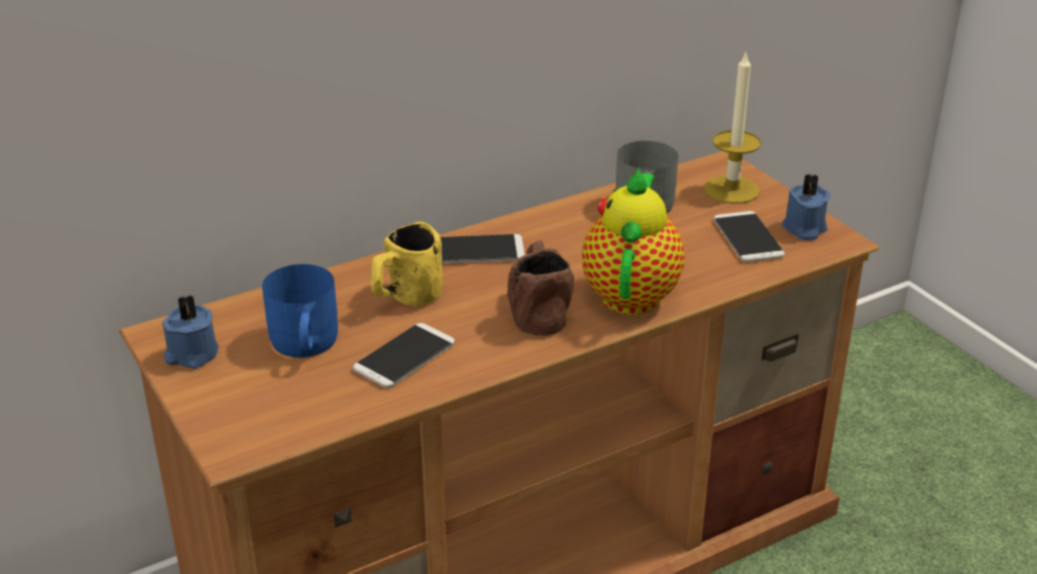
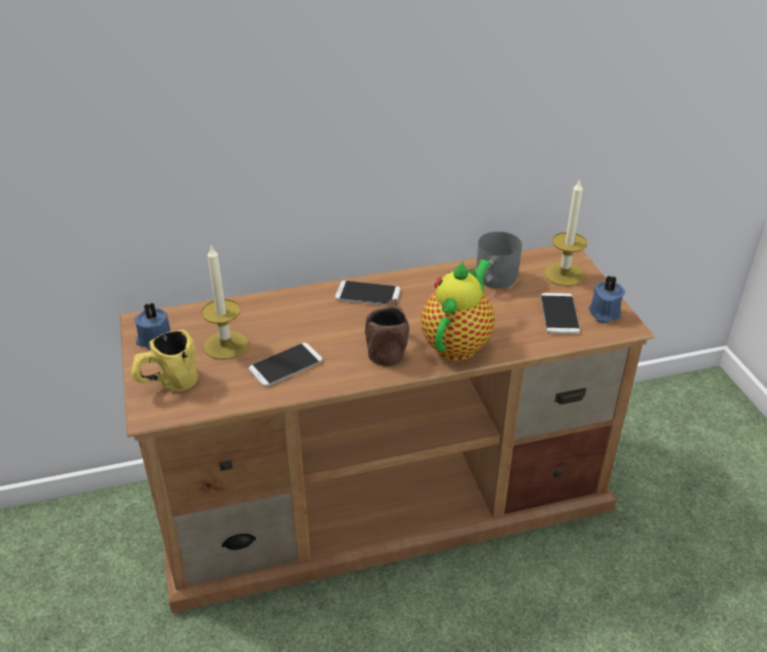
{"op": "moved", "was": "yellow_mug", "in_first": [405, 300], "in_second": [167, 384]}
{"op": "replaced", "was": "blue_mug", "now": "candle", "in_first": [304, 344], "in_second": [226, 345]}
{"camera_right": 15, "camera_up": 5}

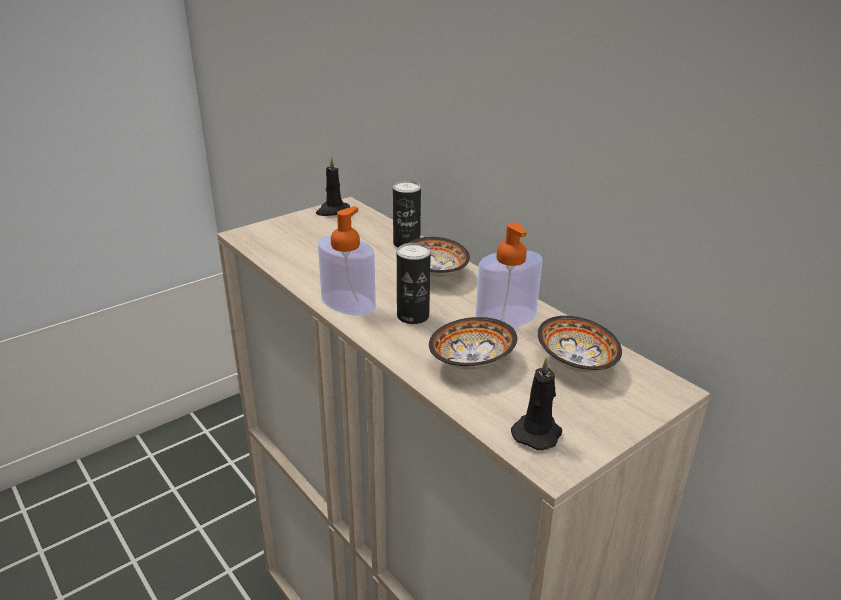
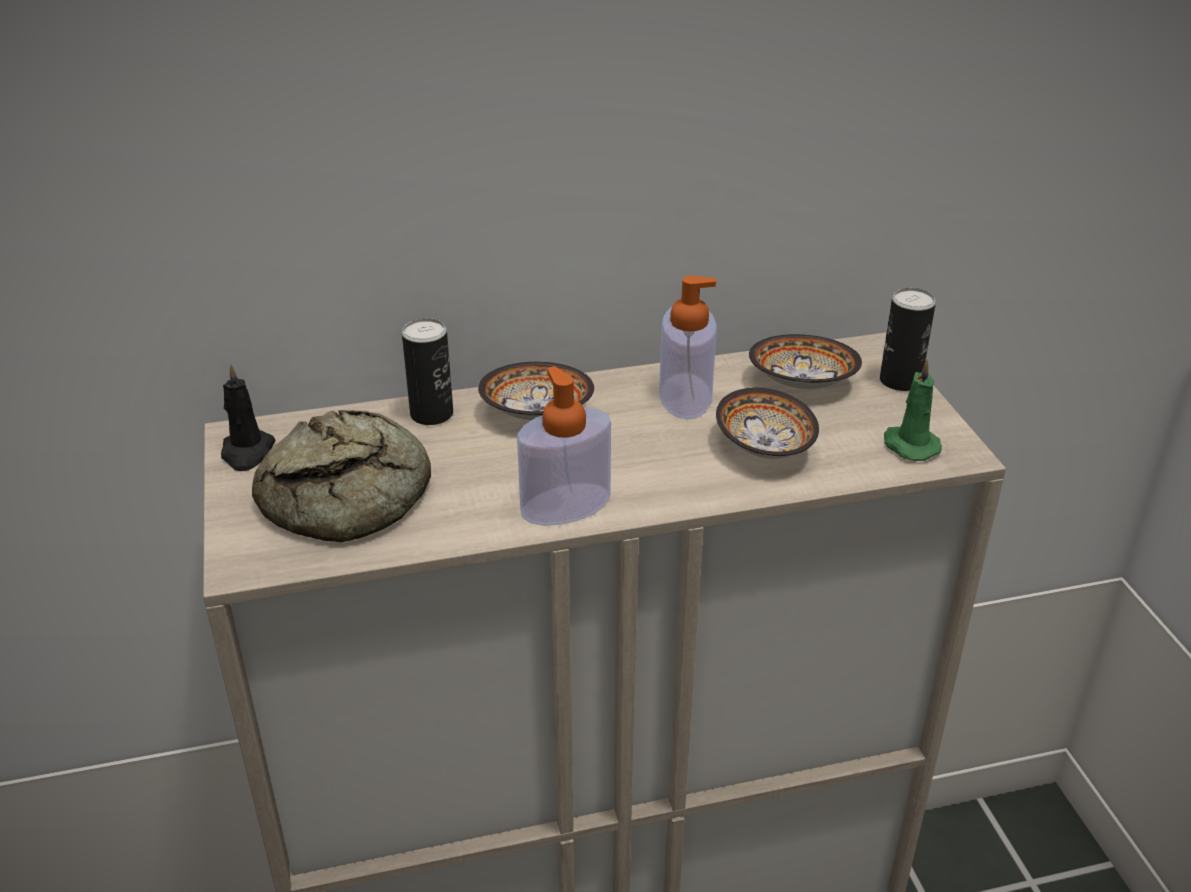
{"op": "added", "now": "bread", "in_second": [352, 494]}
{"op": "moved", "was": "can", "in_first": [413, 316], "in_second": [900, 381]}
{"op": "recoloured", "was": "black_candle", "now": "green_candle", "in_first": [537, 432], "in_second": [909, 445]}
{"camera_right": -65, "camera_up": 5}

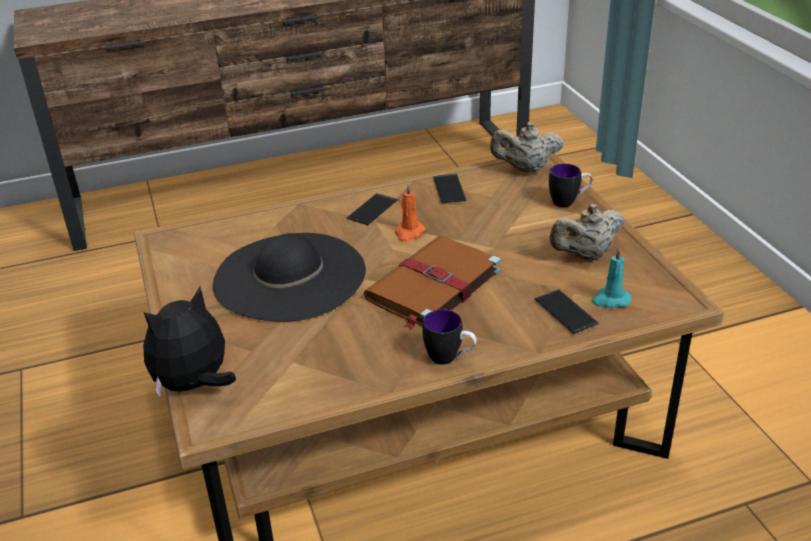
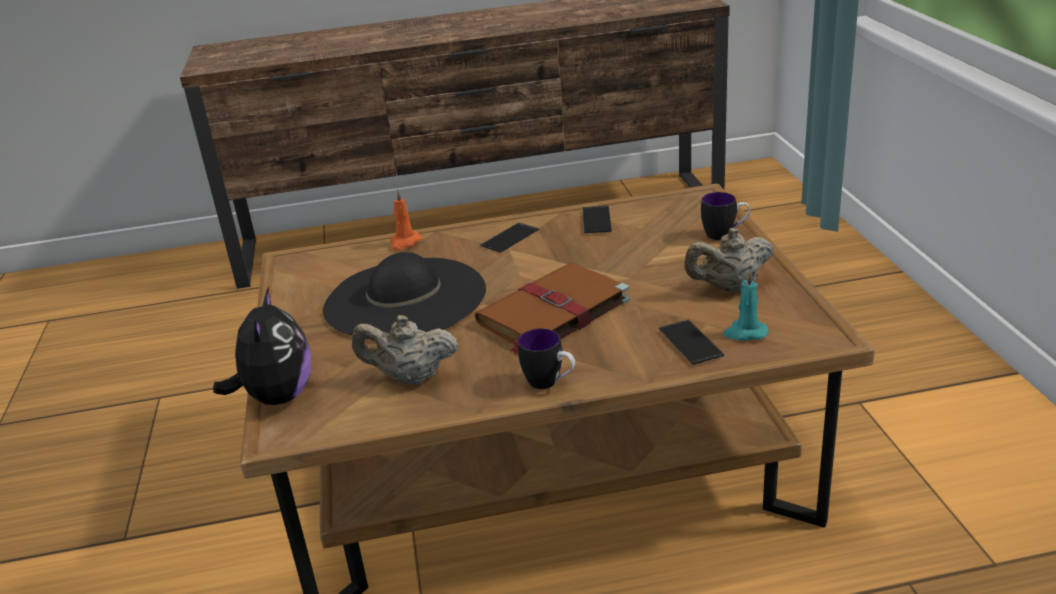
{"op": "turned", "was": "plush_toy", "in_first": [194, 385], "in_second": [277, 397], "clockwise": 120}
{"op": "moved", "was": "beige_teapot", "in_first": [525, 169], "in_second": [410, 378]}
{"op": "moved", "was": "orange_candle", "in_first": [409, 233], "in_second": [404, 242]}
{"camera_right": 10, "camera_up": -5}

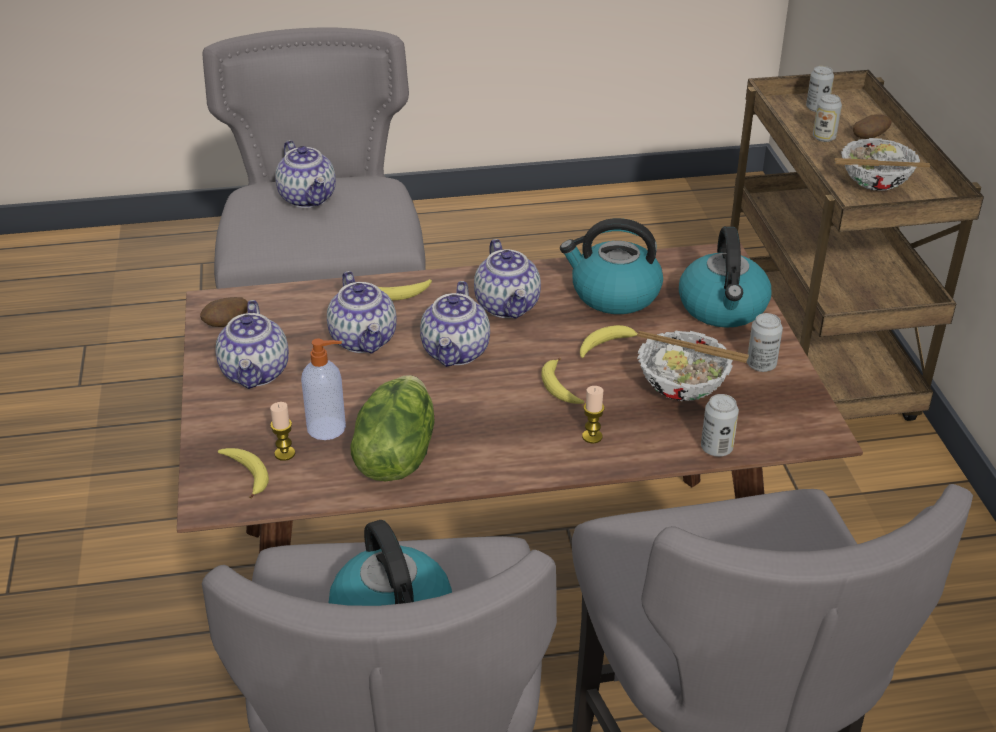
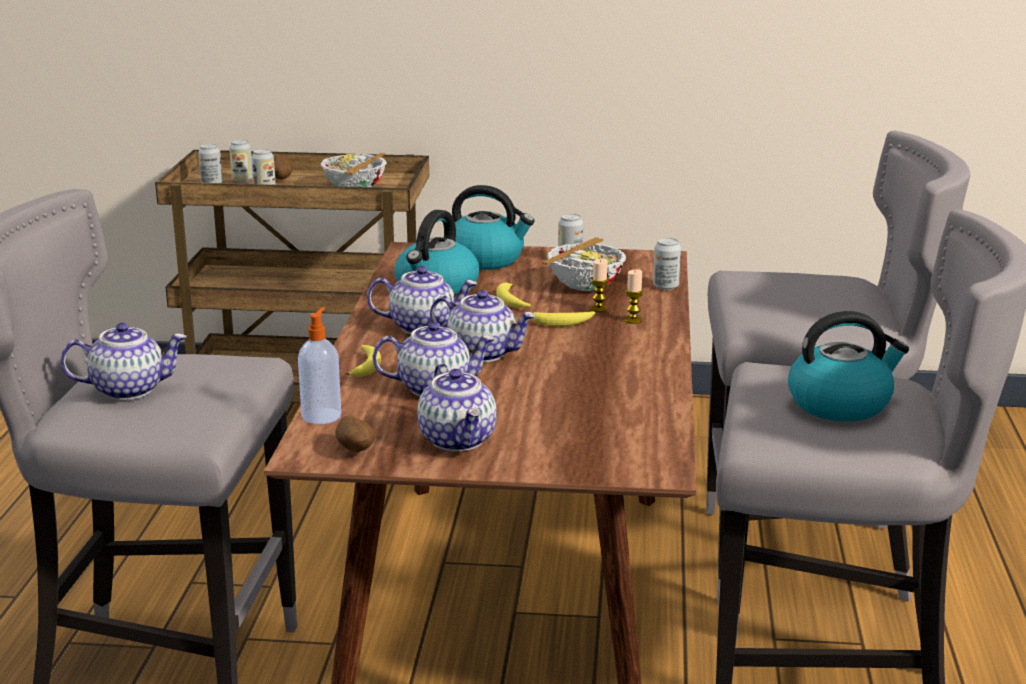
{"op": "added", "now": "can", "in_second": [242, 179]}
{"op": "moved", "was": "soap_dispenser", "in_first": [328, 428], "in_second": [322, 415]}
{"op": "turned", "was": "teapot", "in_first": [256, 373], "in_second": [459, 440], "clockwise": 60}
{"op": "moved", "was": "candle", "in_first": [285, 453], "in_second": [599, 309]}
{"op": "removed", "was": "banana", "in_first": [247, 474]}
{"op": "removed", "was": "lettuce", "in_first": [395, 455]}
{"camera_right": -75, "camera_up": -15}

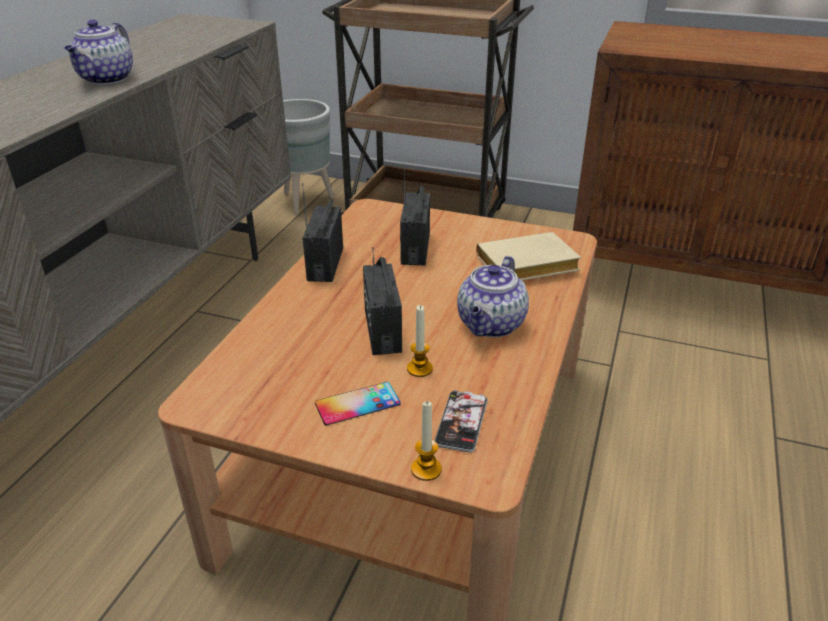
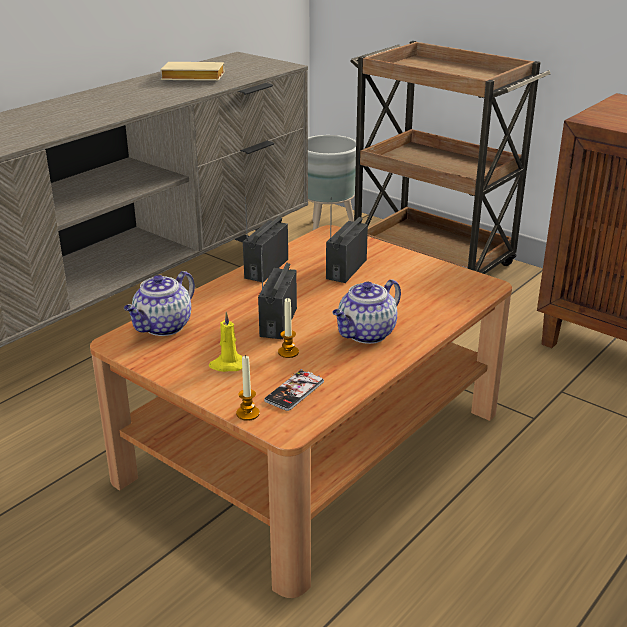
{"op": "moved", "was": "teapot", "in_first": [106, 79], "in_second": [163, 327]}
{"op": "moved", "was": "beige_book", "in_first": [525, 267], "in_second": [191, 78]}
{"op": "replaced", "was": "phone", "now": "yellow_candle", "in_first": [357, 404], "in_second": [227, 365]}
{"camera_right": 20, "camera_up": -5}

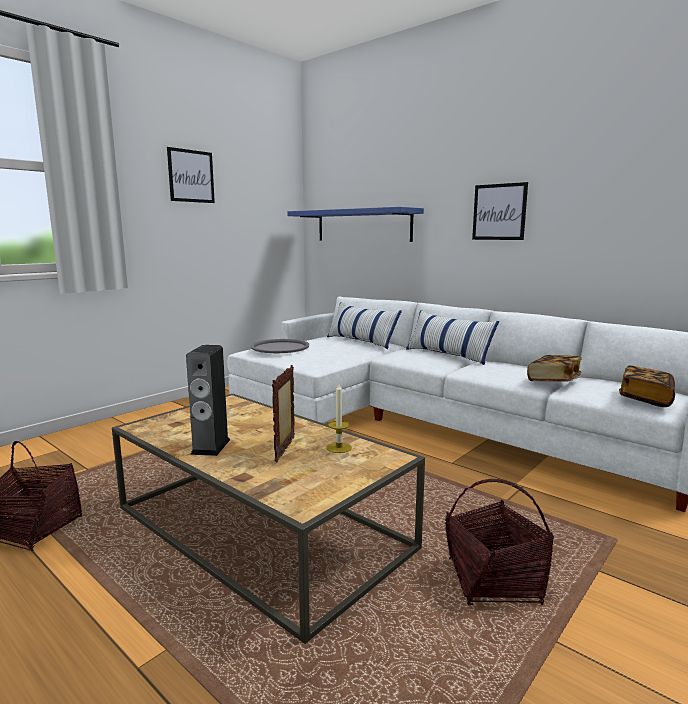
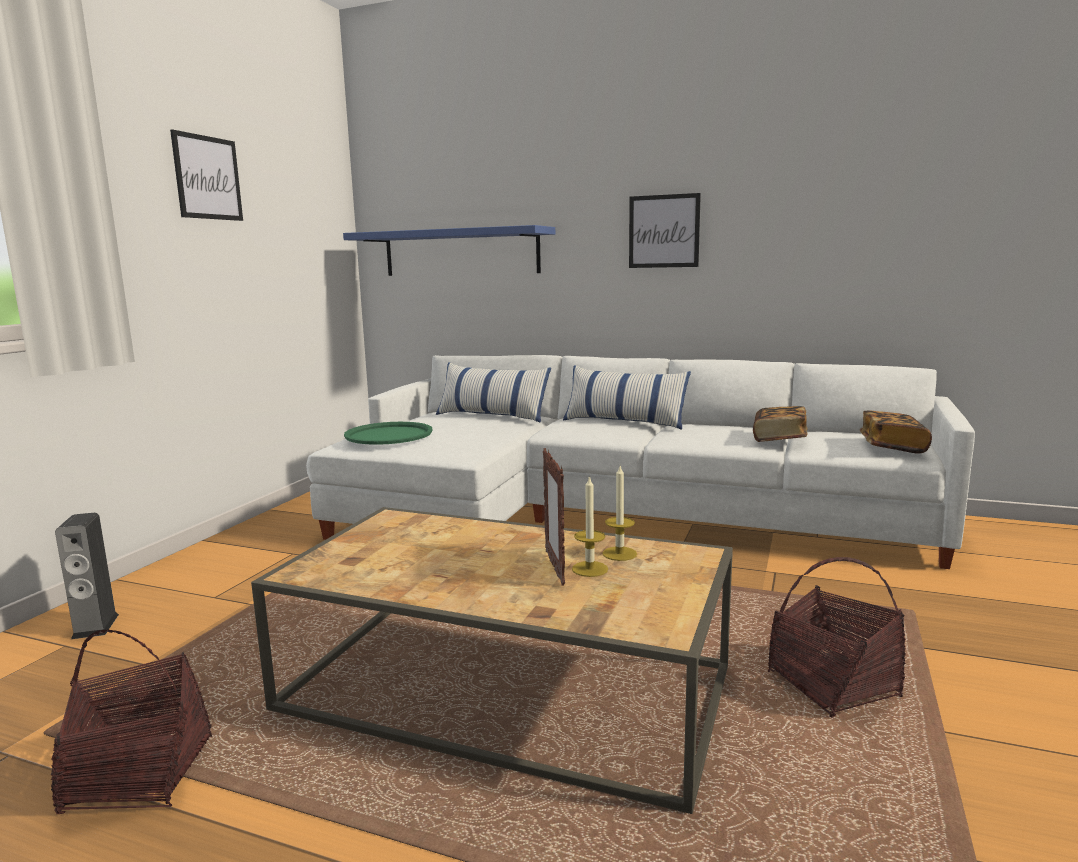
{"op": "moved", "was": "speaker", "in_first": [211, 446], "in_second": [95, 626]}
{"op": "recoloured", "was": "grey_tray", "now": "green_tray", "in_first": [280, 347], "in_second": [389, 435]}
{"op": "added", "now": "candle", "in_second": [590, 569]}
{"camera_right": -20, "camera_up": 0}

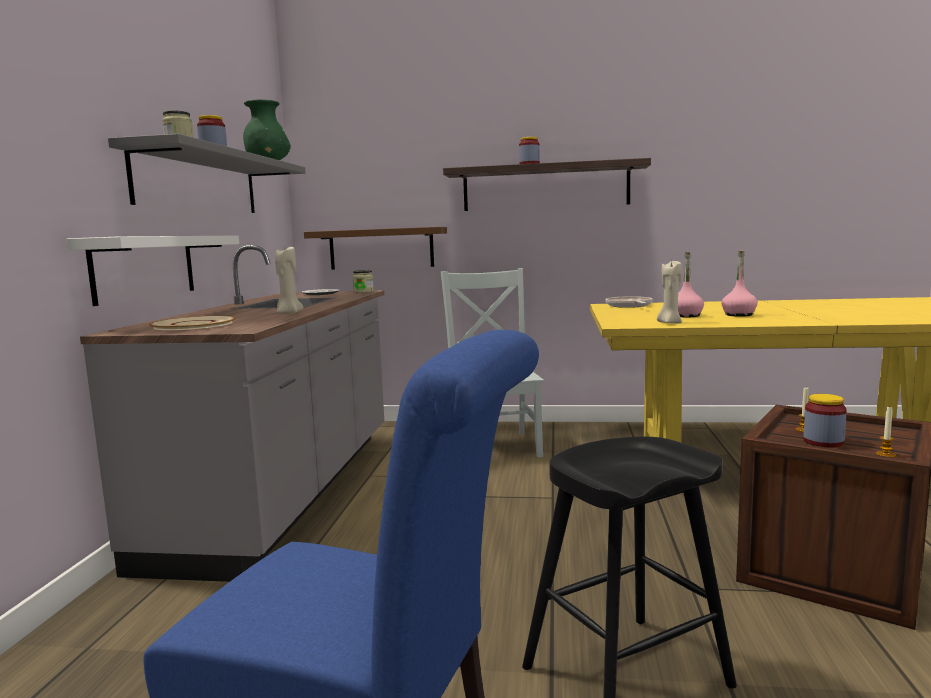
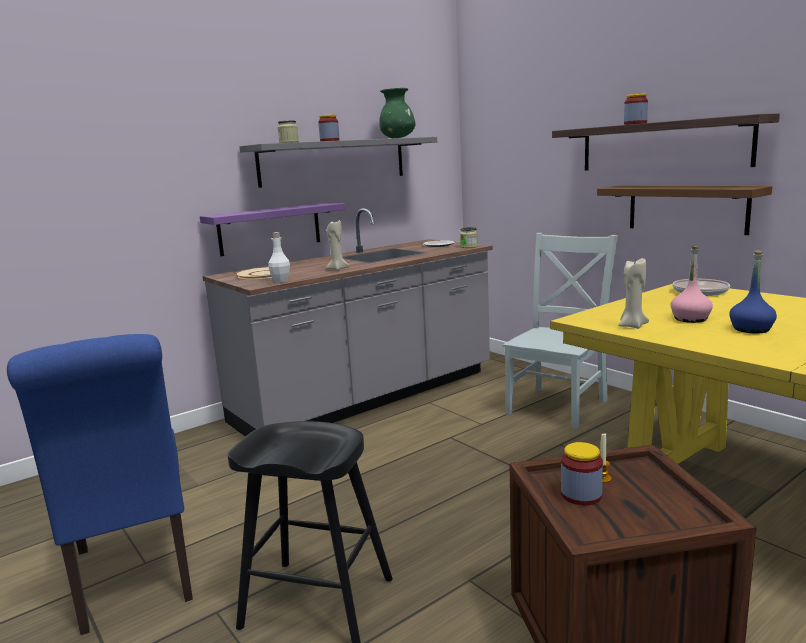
{"op": "recoloured", "was": "white_shelf", "now": "purple_shelf", "in_first": [145, 267], "in_second": [270, 228]}
{"op": "added", "now": "white_bottle", "in_second": [280, 281]}
{"op": "moved", "was": "brown_shelf", "in_first": [381, 248], "in_second": [686, 208]}
{"op": "recoloured", "was": "pink_bottle", "now": "blue_bottle", "in_first": [739, 315], "in_second": [751, 329]}
{"op": "removed", "was": "candle", "in_first": [885, 455]}
{"camera_right": 45, "camera_up": 5}

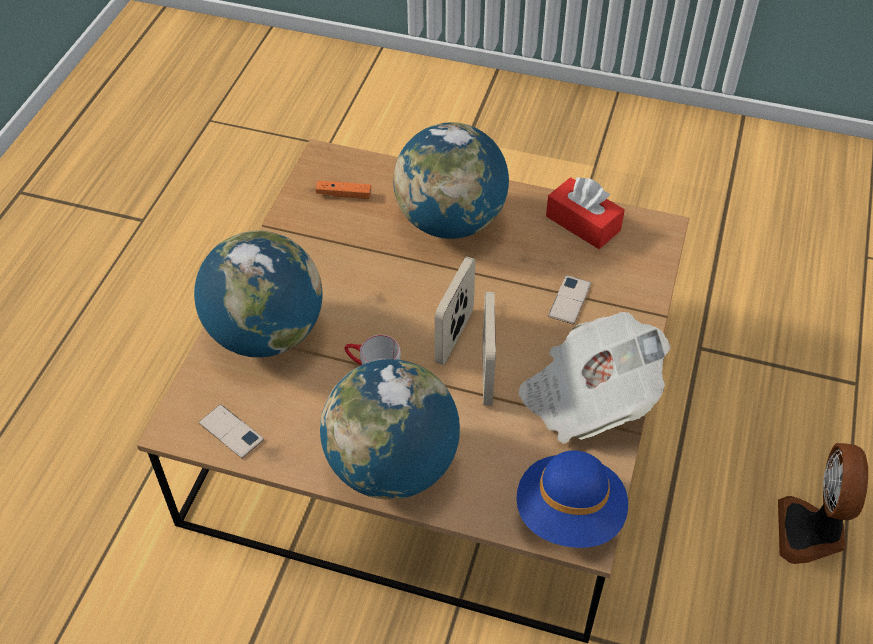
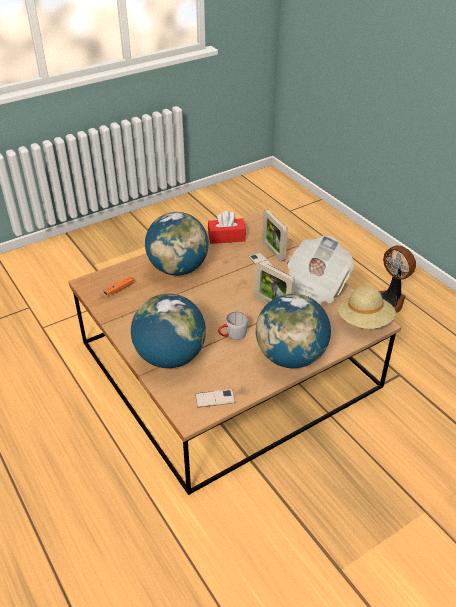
{"op": "moved", "was": "picture_frame", "in_first": [454, 336], "in_second": [273, 252]}
{"op": "recoloured", "was": "blue_hat", "now": "beige_hat", "in_first": [570, 514], "in_second": [365, 321]}
{"camera_right": -50, "camera_up": -10}

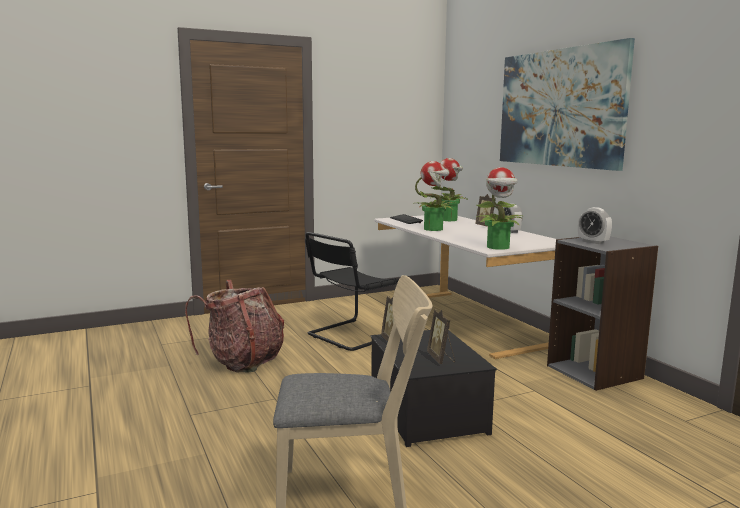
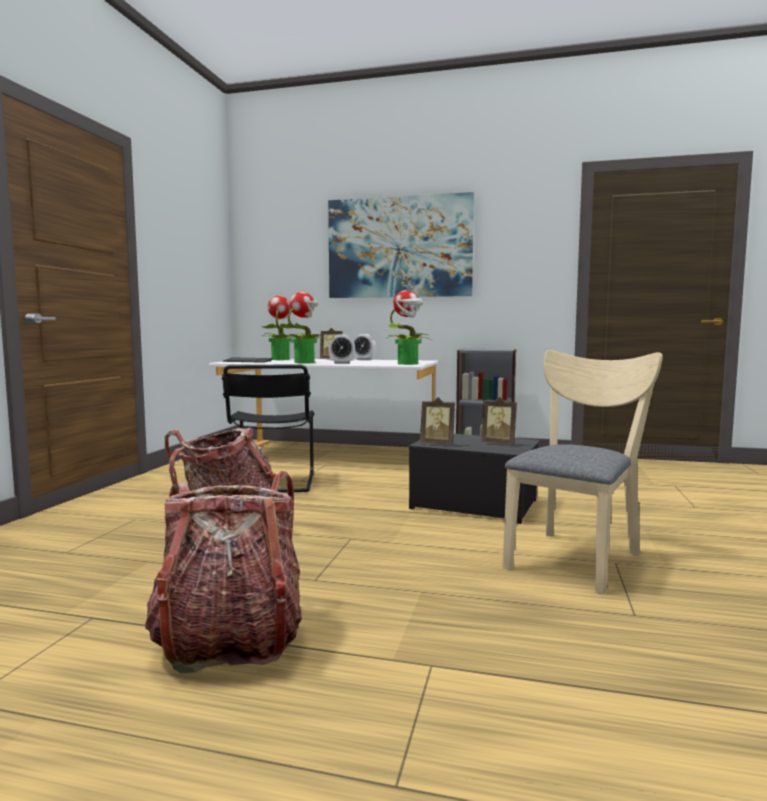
{"op": "added", "now": "backpack", "in_second": [229, 639]}
{"op": "moved", "was": "alarm_clock", "in_first": [593, 242], "in_second": [342, 363]}
{"camera_right": -50, "camera_up": -5}

